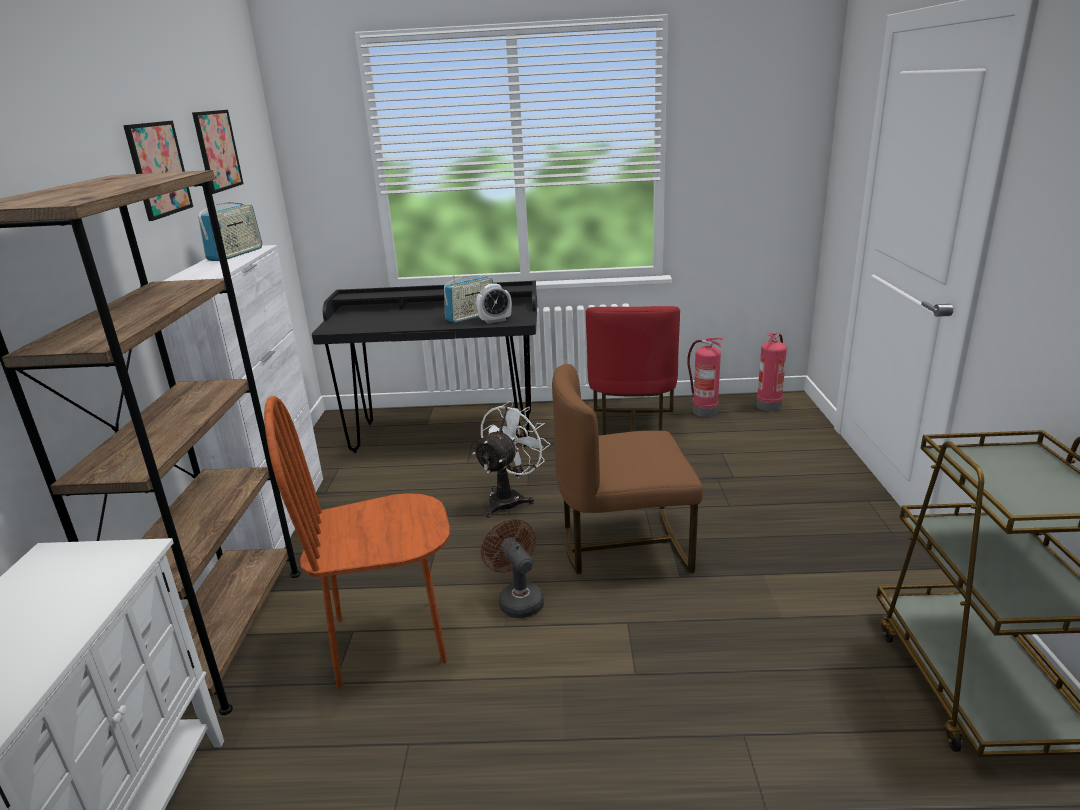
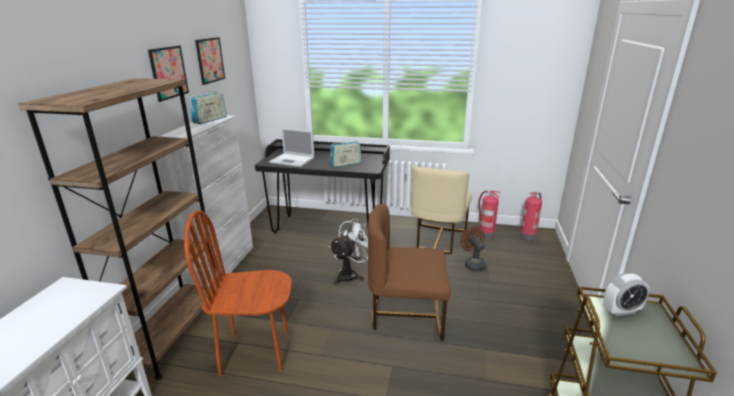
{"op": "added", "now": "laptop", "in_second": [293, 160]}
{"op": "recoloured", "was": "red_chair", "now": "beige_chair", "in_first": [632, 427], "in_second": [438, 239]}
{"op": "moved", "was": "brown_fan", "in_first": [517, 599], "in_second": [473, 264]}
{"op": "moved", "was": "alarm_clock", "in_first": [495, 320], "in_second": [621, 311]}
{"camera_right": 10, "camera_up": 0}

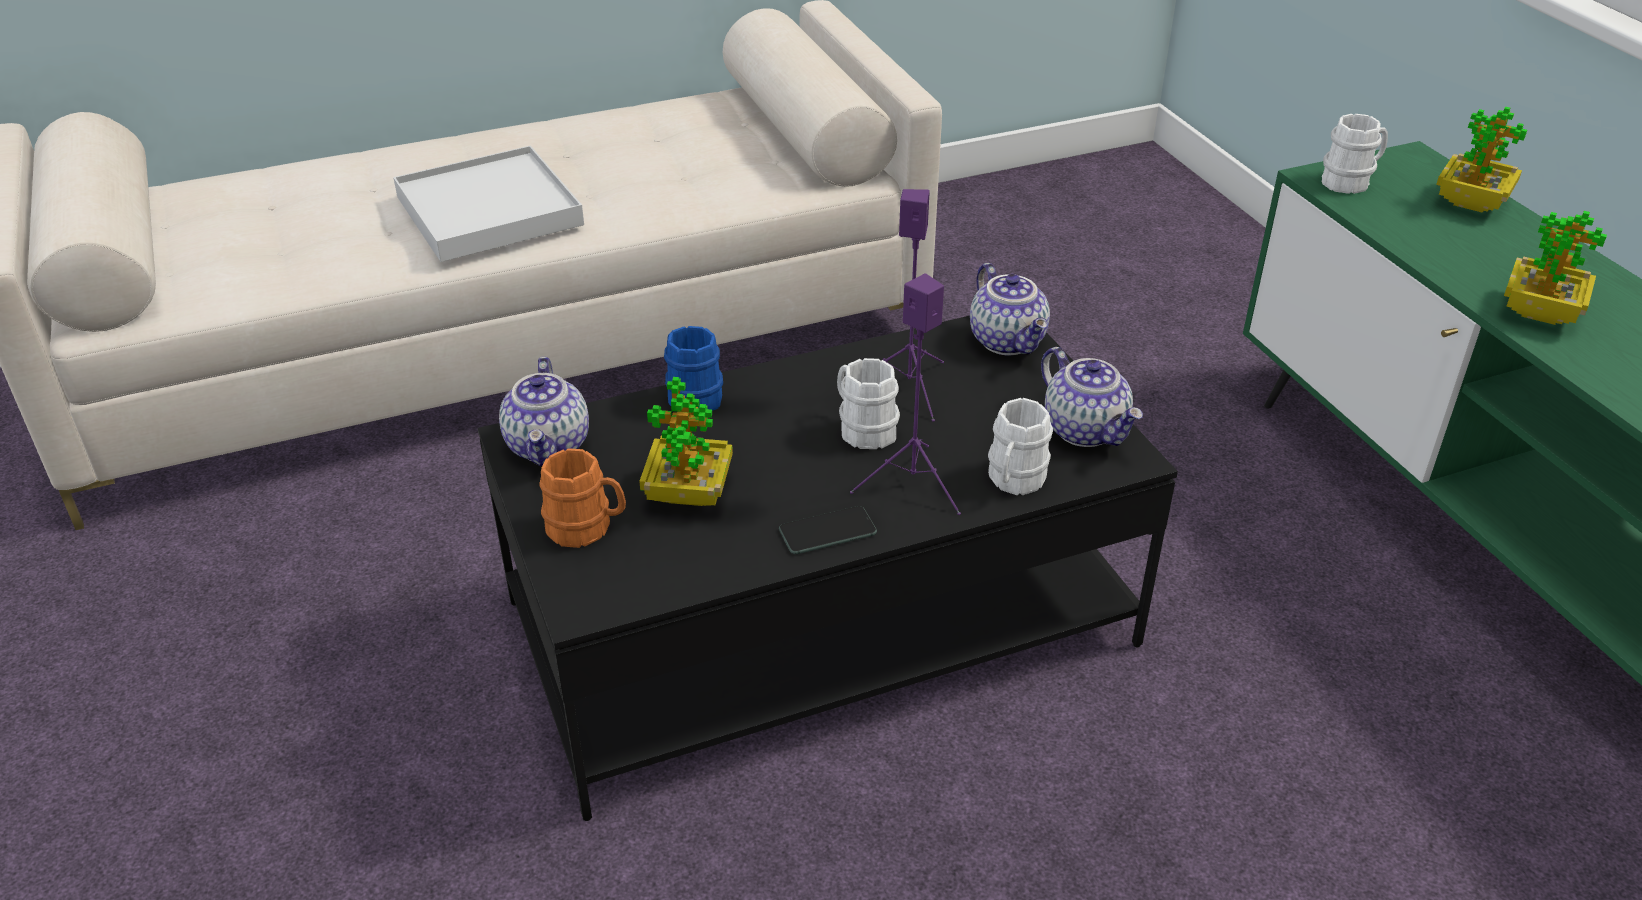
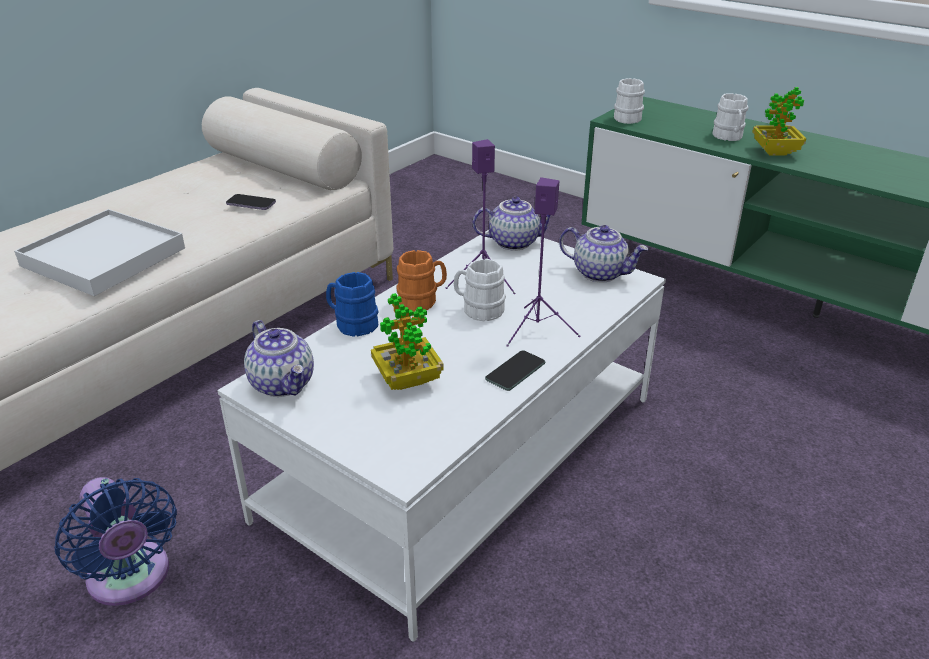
{"op": "added", "now": "blue_fan", "in_second": [131, 580]}
{"op": "recoloured", "was": "black_coffee_table", "now": "white_coffee_table", "in_first": [821, 623], "in_second": [464, 456]}
{"op": "added", "now": "phone", "in_second": [251, 204]}
{"op": "moved", "was": "orange_mug", "in_first": [587, 529], "in_second": [422, 301]}
{"op": "turned", "was": "teapot", "in_first": [1009, 341], "in_second": [514, 242], "clockwise": -45}
{"op": "moved", "was": "white_mug", "in_first": [1014, 481], "in_second": [728, 137]}
{"op": "removed", "was": "potted_plant", "in_first": [1471, 203]}
{"camera_right": -30, "camera_up": -5}

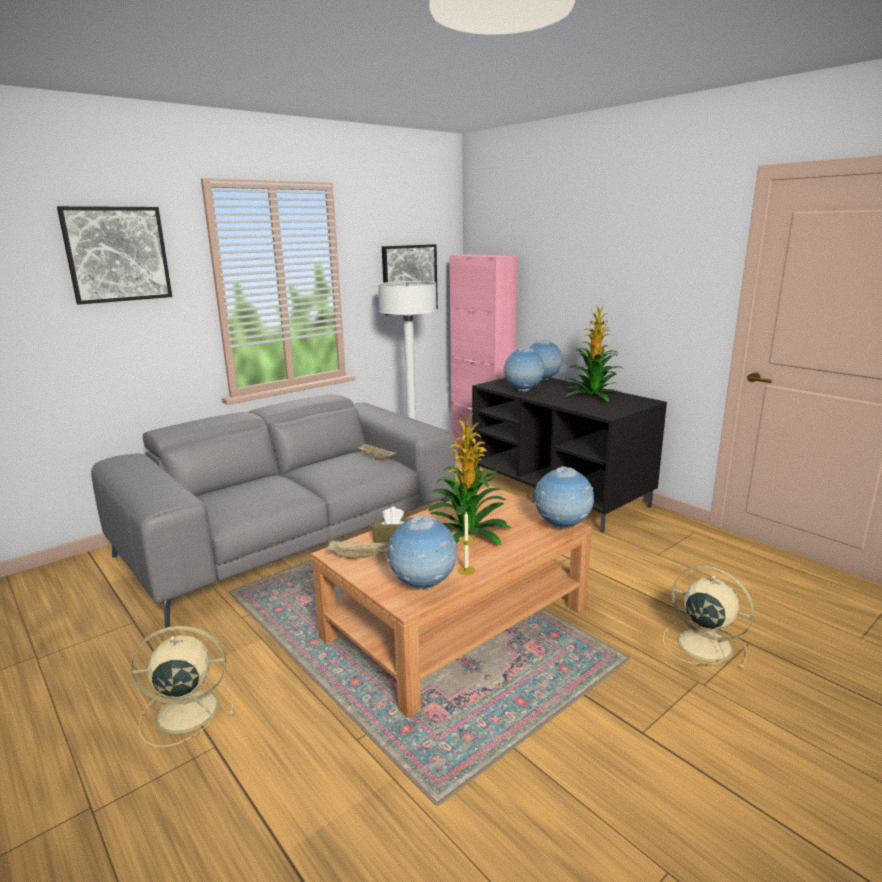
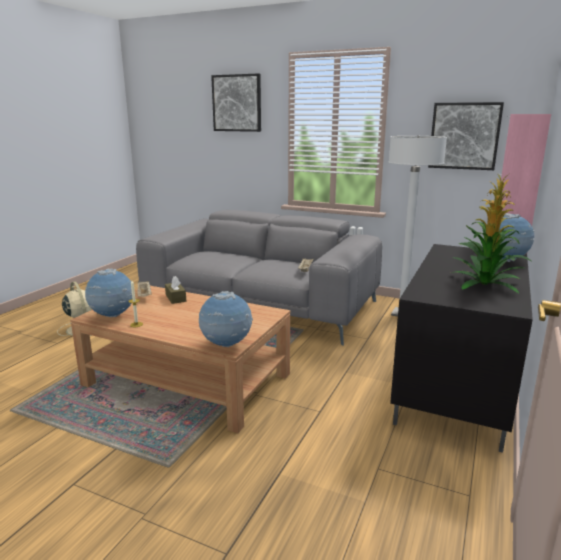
{"op": "removed", "was": "potted_plant", "in_first": [468, 534]}
{"op": "removed", "was": "globe", "in_first": [523, 391]}
{"op": "removed", "was": "beige_fan", "in_first": [702, 644]}
{"camera_right": 65, "camera_up": 0}

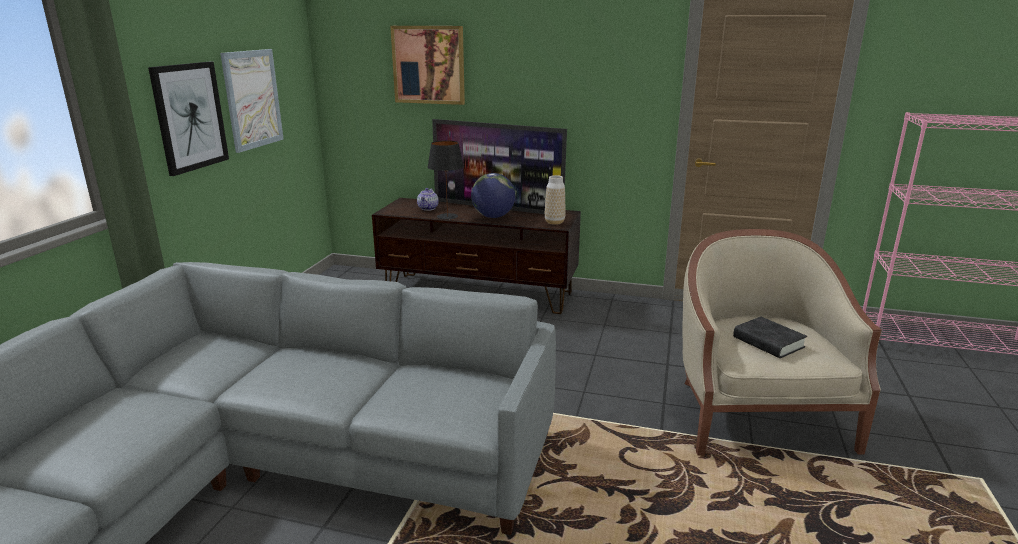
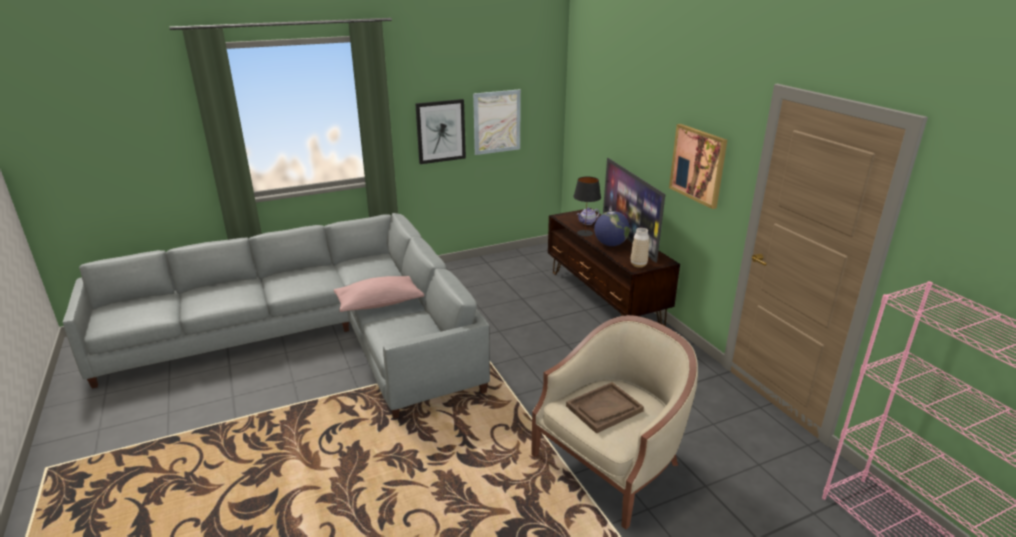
{"op": "added", "now": "pink_pillow", "in_second": [379, 303]}
{"op": "replaced", "was": "black_book", "now": "brown_tray", "in_first": [768, 342], "in_second": [604, 409]}
{"op": "moved", "was": "picture", "in_first": [429, 65], "in_second": [698, 165]}
{"camera_right": 50, "camera_up": 5}

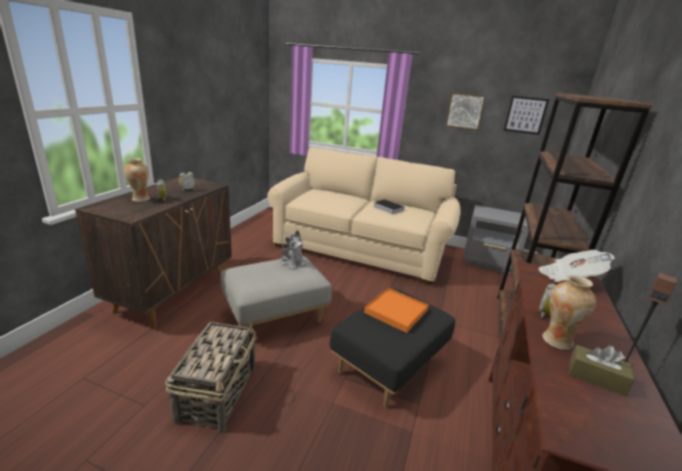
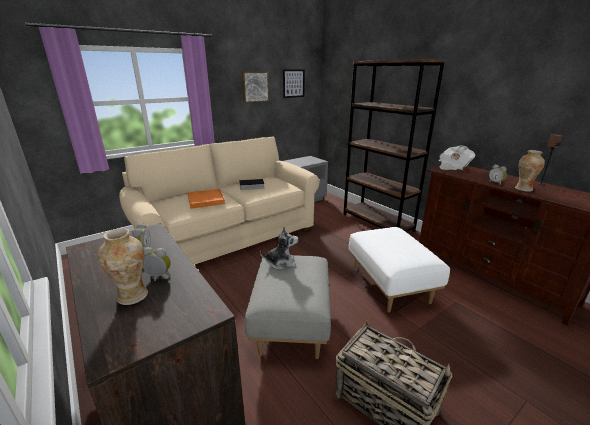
{"op": "moved", "was": "orange_tray", "in_first": [396, 311], "in_second": [206, 200]}
{"op": "recoloured", "was": "black_ottoman", "now": "white_ottoman", "in_first": [389, 366], "in_second": [391, 285]}
{"op": "removed", "was": "brown_tissue_box", "in_first": [596, 377]}
{"camera_right": -55, "camera_up": 0}

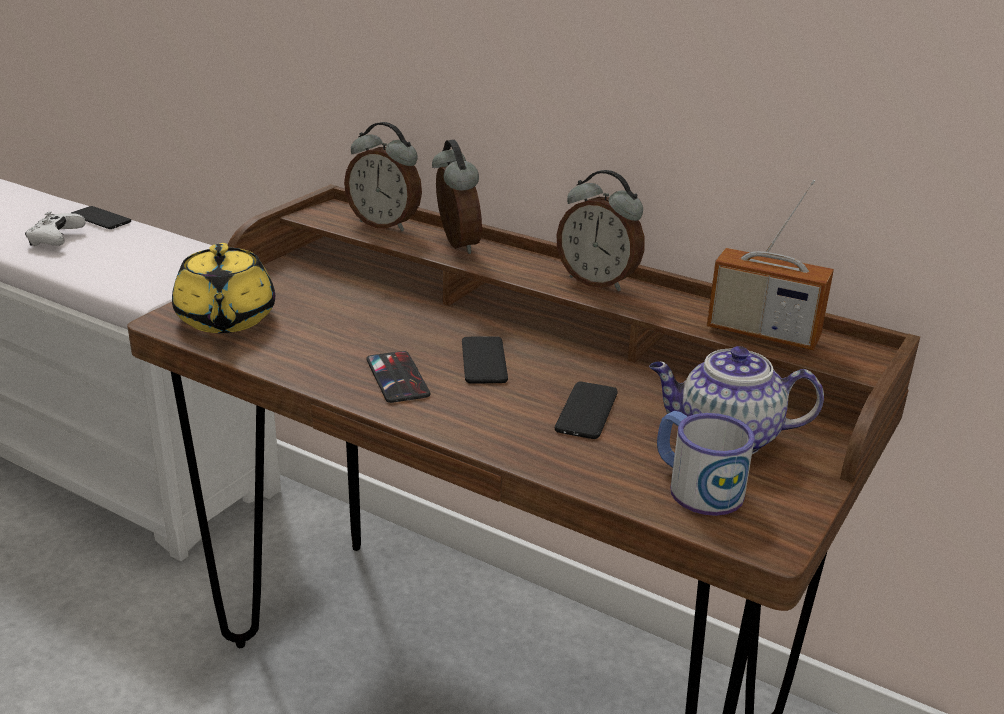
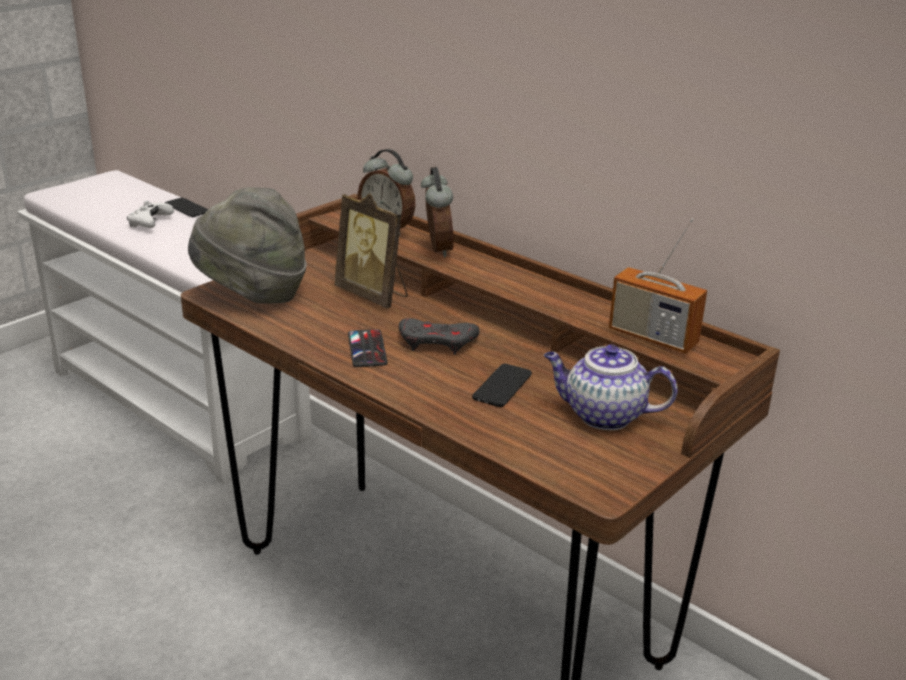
{"op": "replaced", "was": "yellow_teapot", "now": "grey_hat", "in_first": [225, 319], "in_second": [252, 295]}
{"op": "added", "now": "picture_frame", "in_second": [374, 295]}
{"op": "replaced", "was": "phone", "now": "grey_game_controller", "in_first": [484, 361], "in_second": [437, 342]}
{"op": "removed", "was": "alarm_clock", "in_first": [598, 282]}
{"op": "removed", "was": "mug", "in_first": [695, 486]}
{"camera_right": 10, "camera_up": 0}

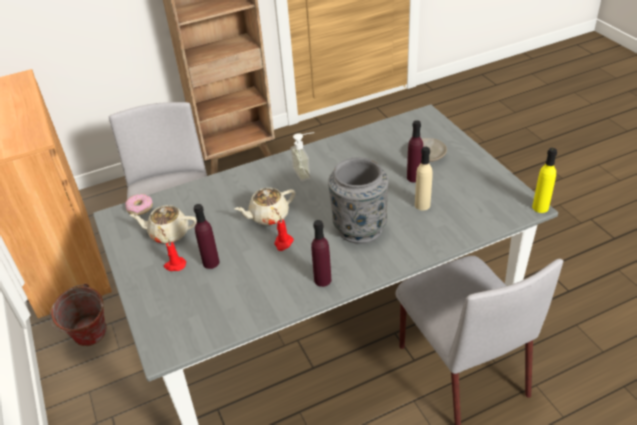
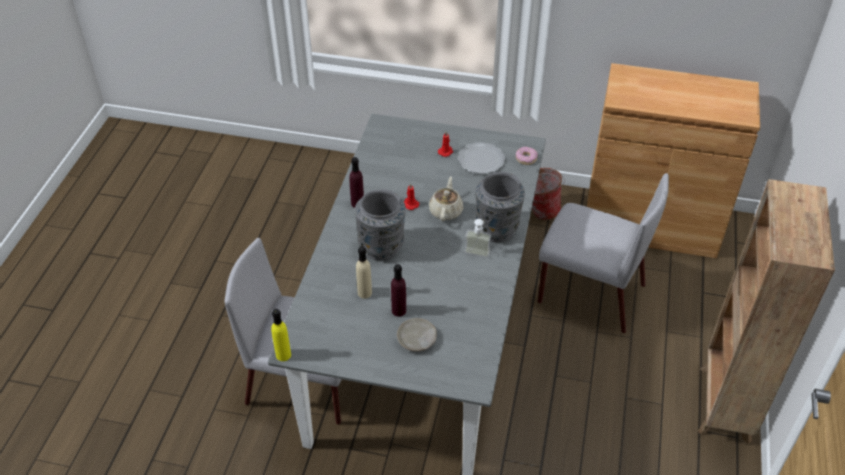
{"op": "replaced", "was": "beige_teapot", "now": "plate", "in_first": [168, 233], "in_second": [481, 160]}
{"op": "added", "now": "grey_vase", "in_second": [497, 228]}
{"op": "removed", "was": "purple_bottle", "in_first": [211, 262]}
{"camera_right": 125, "camera_up": 5}

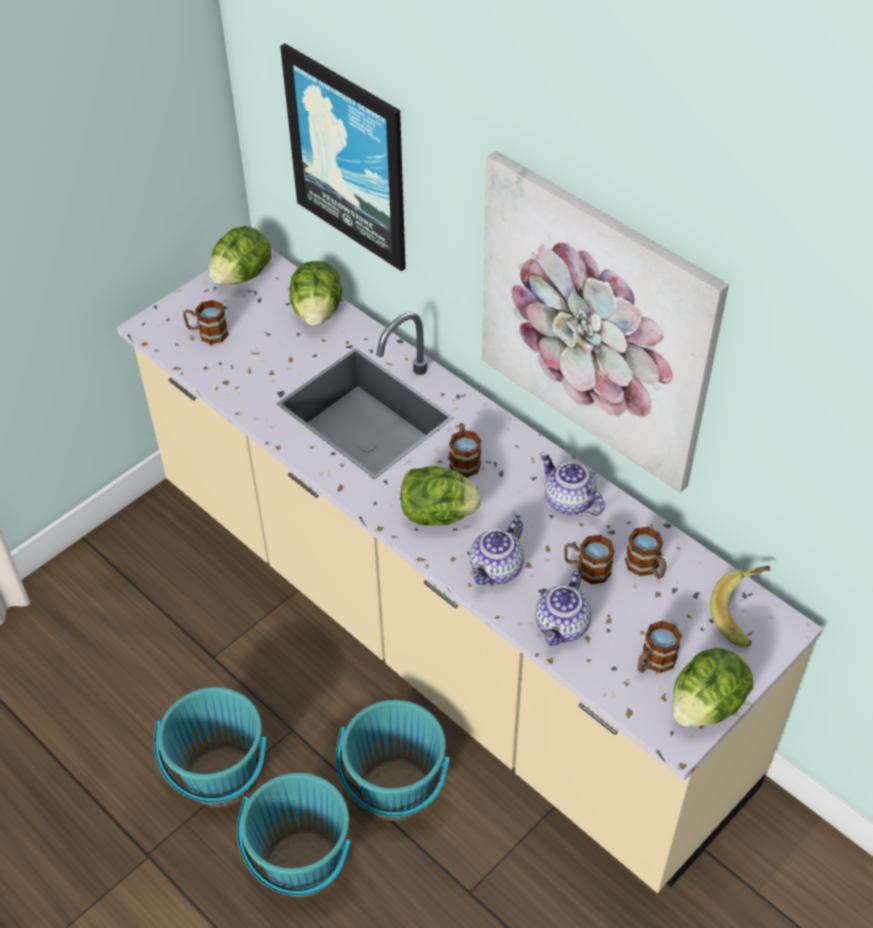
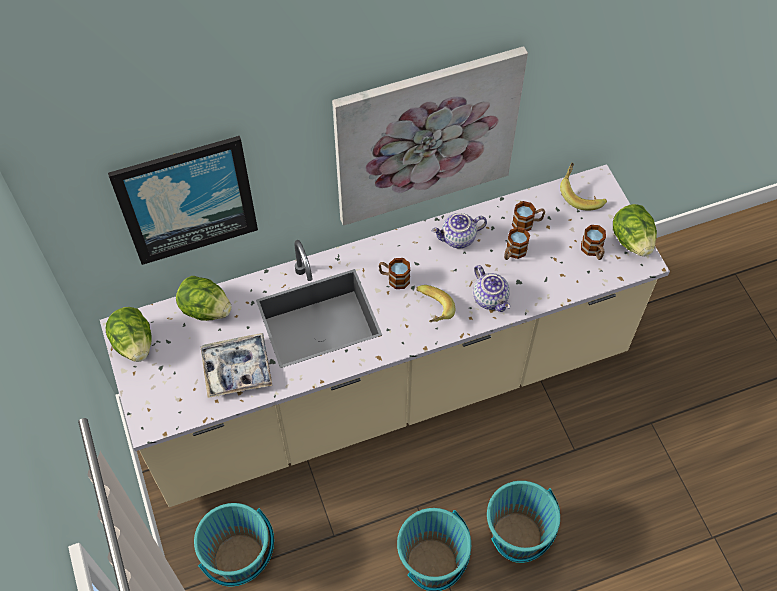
{"op": "moved", "was": "turquoise_bucket", "in_first": [396, 791], "in_second": [239, 559]}
{"op": "added", "now": "tray", "in_second": [237, 369]}
{"op": "replaced", "was": "lettuce", "now": "banana", "in_first": [437, 514], "in_second": [431, 311]}
{"op": "removed", "was": "mug", "in_first": [207, 333]}
{"op": "removed", "was": "teapot", "in_first": [563, 627]}
{"camera_right": -65, "camera_up": 10}

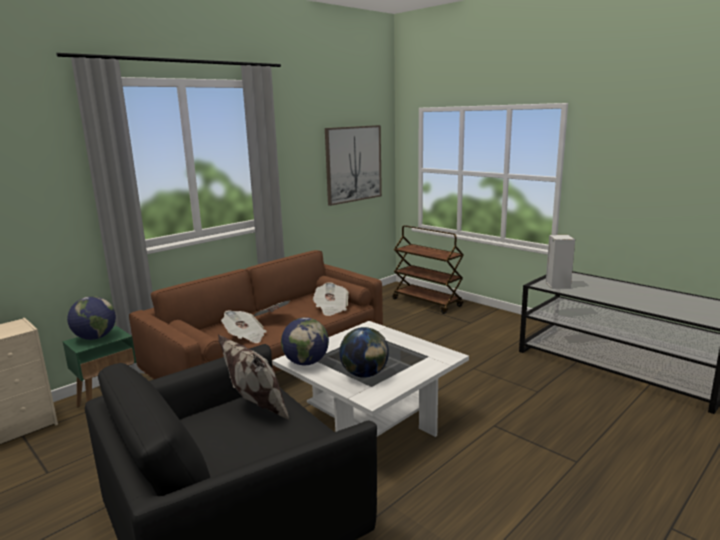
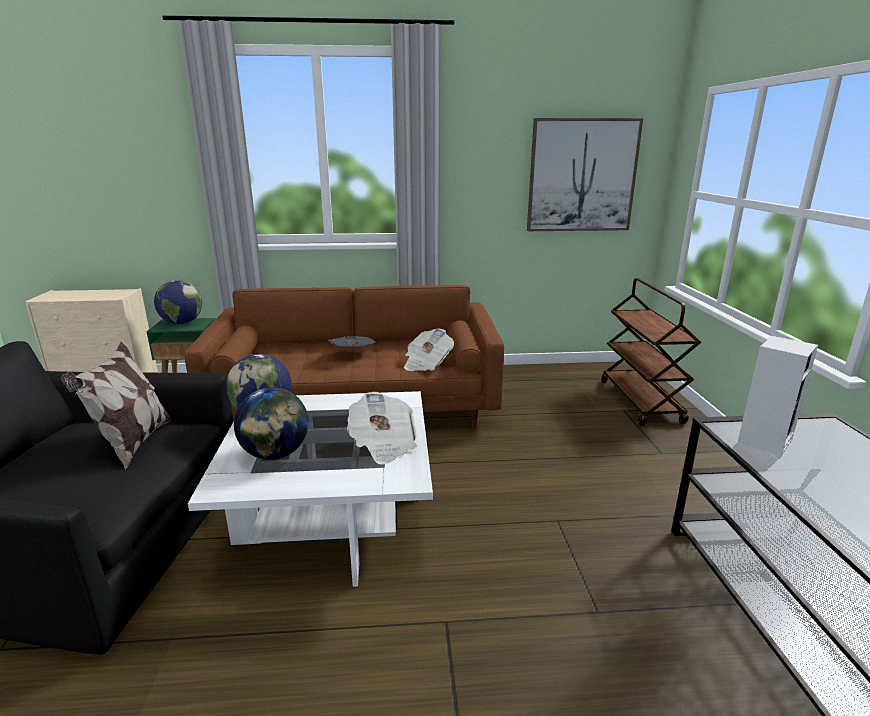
{"op": "moved", "was": "newspaper", "in_first": [245, 337], "in_second": [383, 444]}
{"camera_right": 40, "camera_up": 5}

